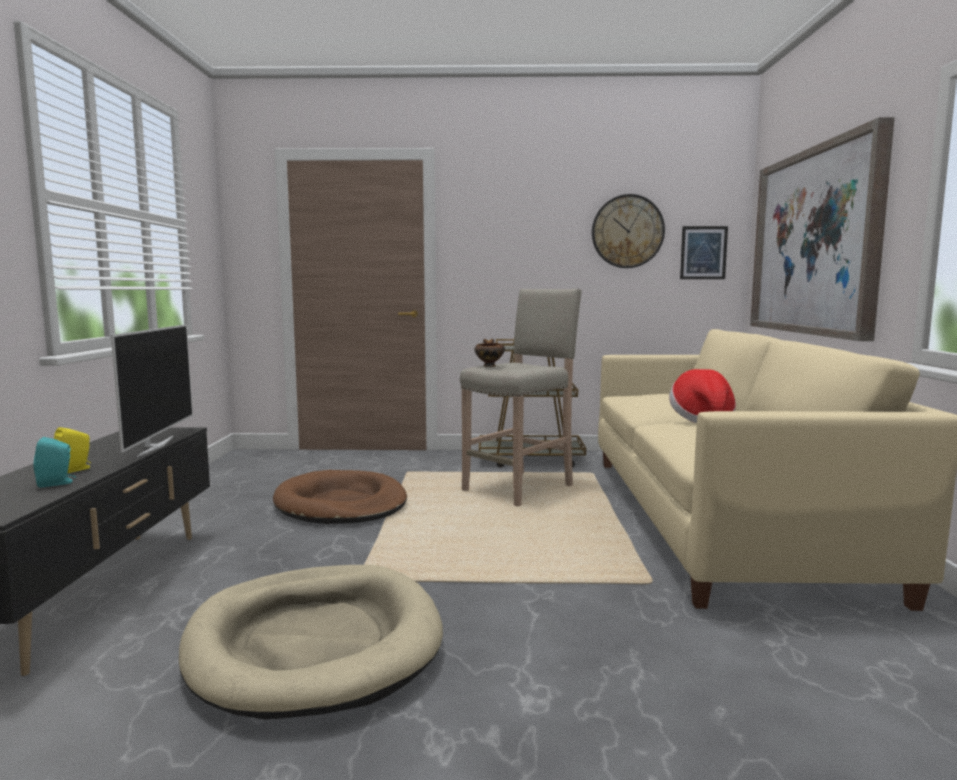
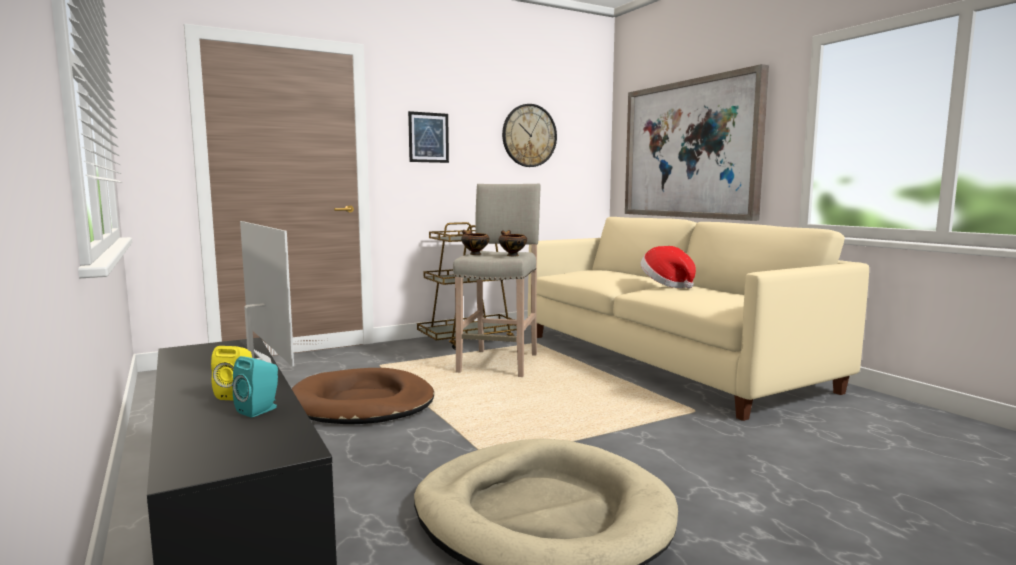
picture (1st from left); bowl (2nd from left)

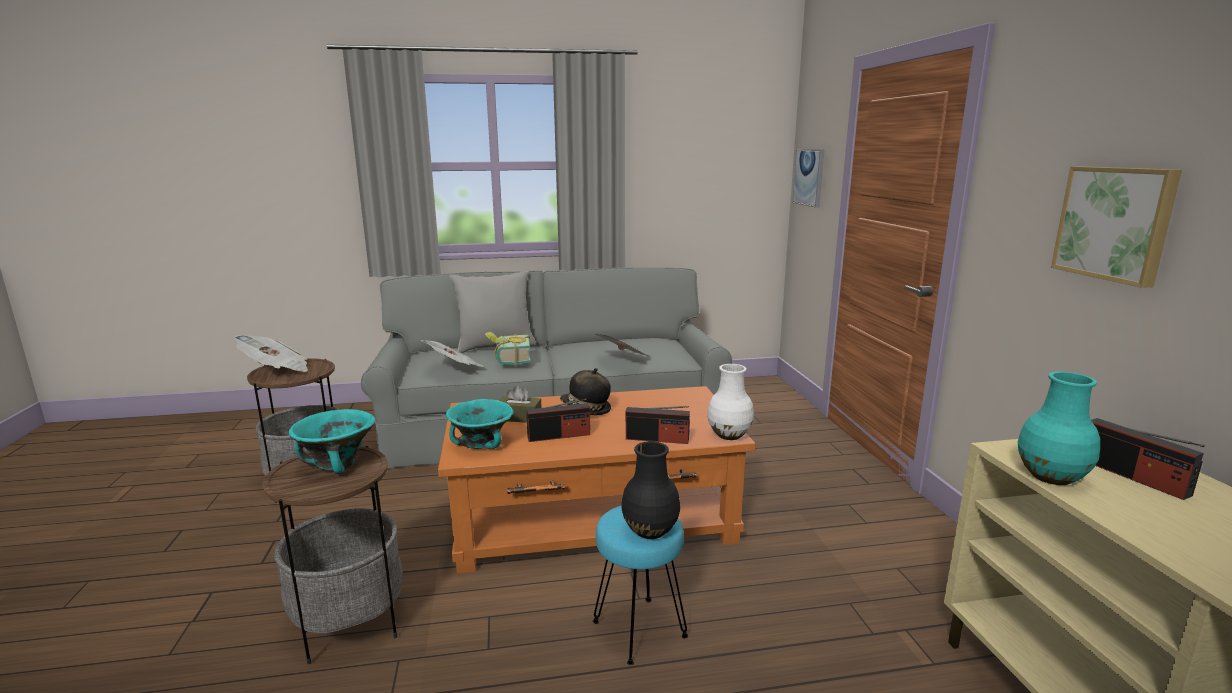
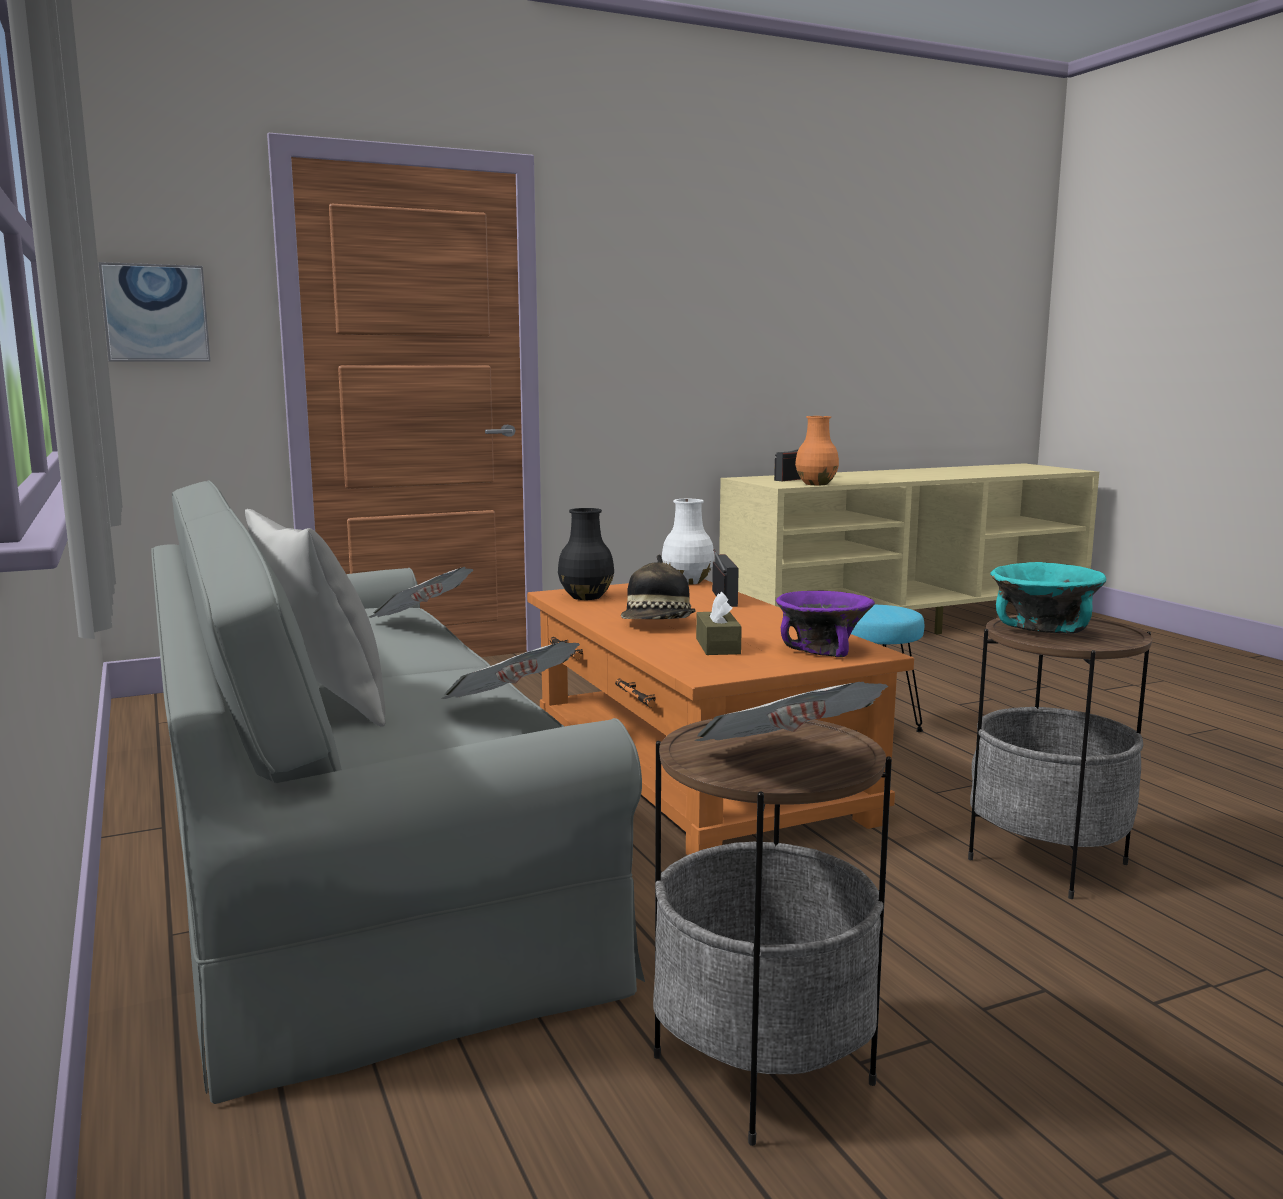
picture (2nd from left in the first image); book; orange vase; purple bowl; radio (1st from left in the first image); black vase

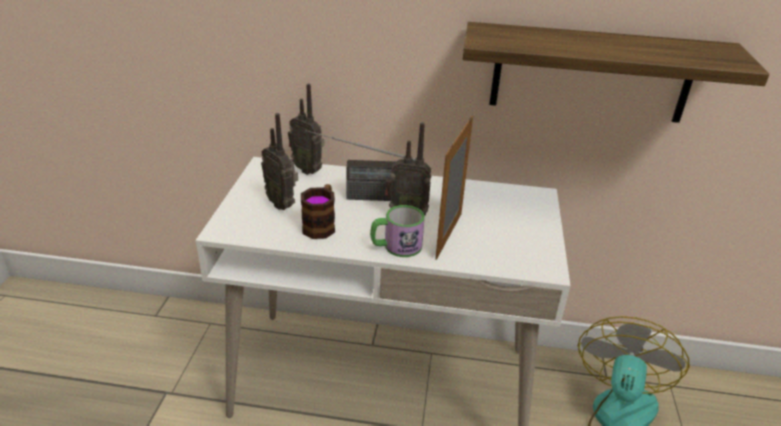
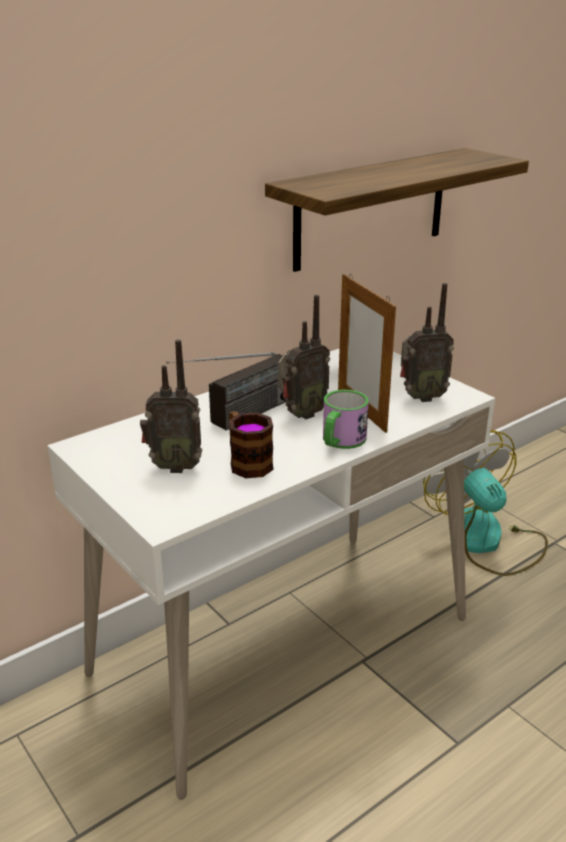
radio (4th from left)

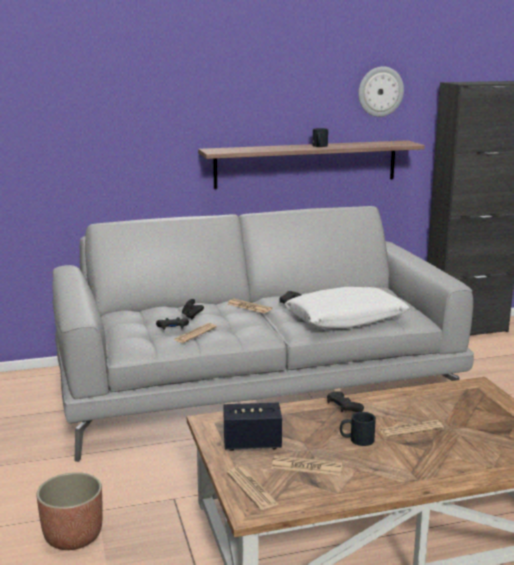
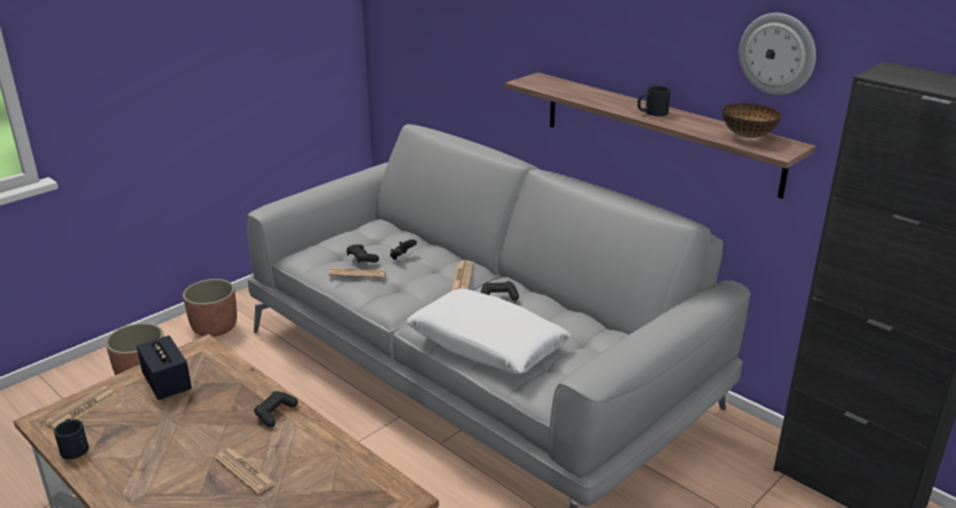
black mug (1st from left); newspaper (4th from left in the first image); bowl; planter (2nd from left)

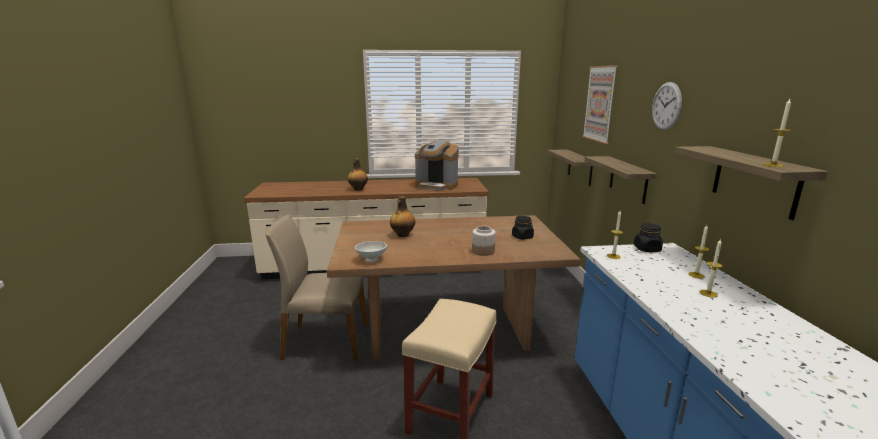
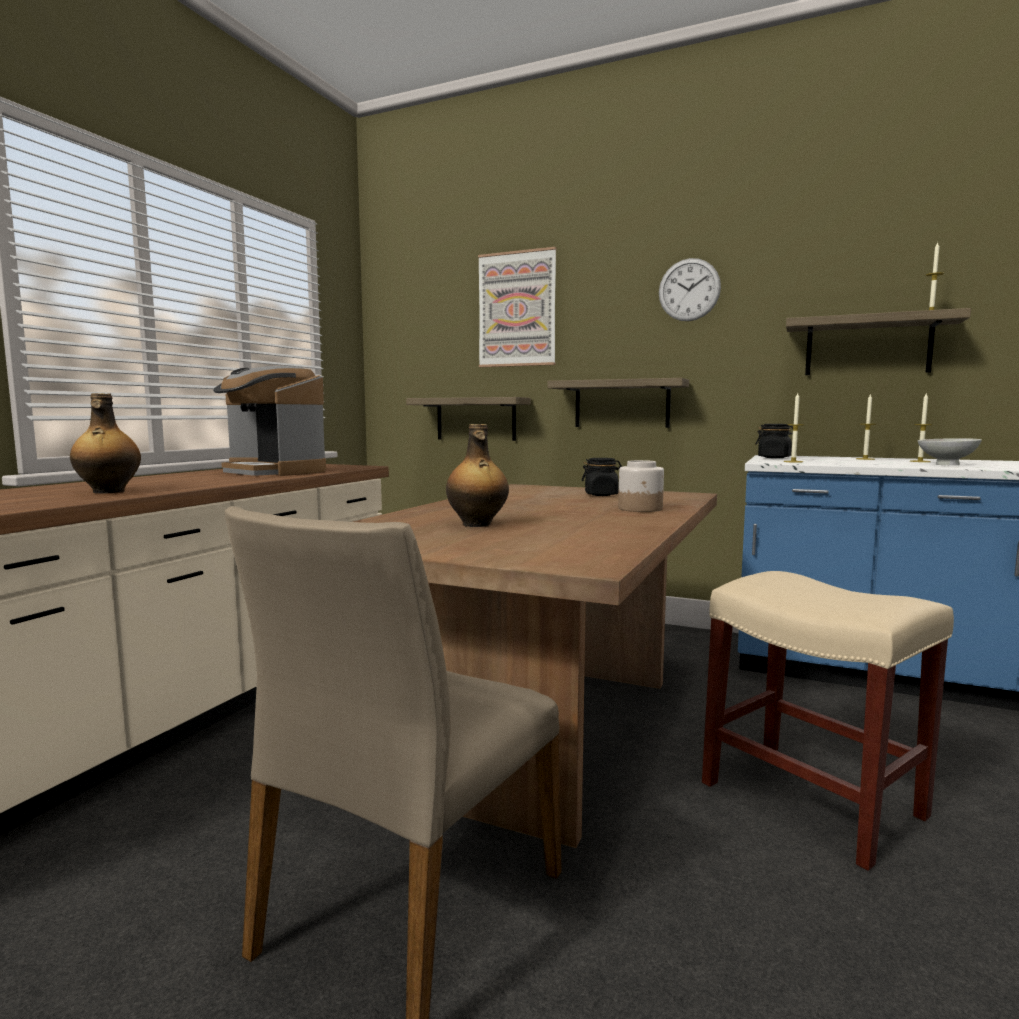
coffee machine; white bowl

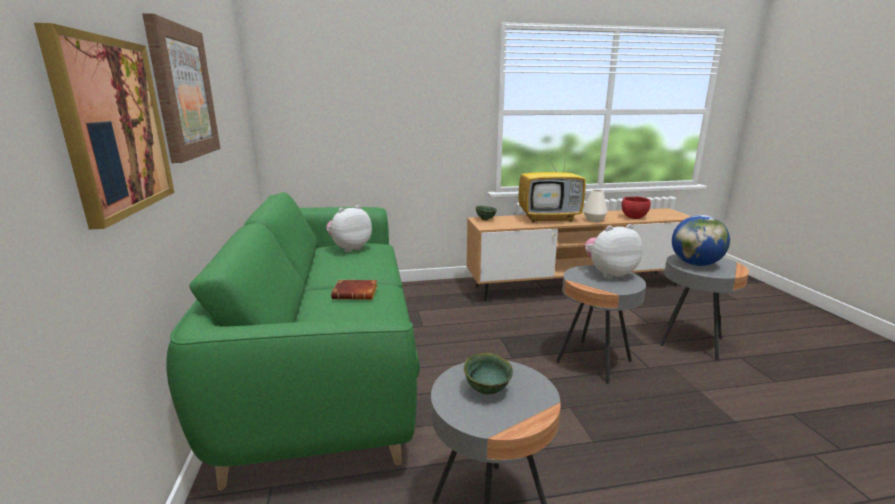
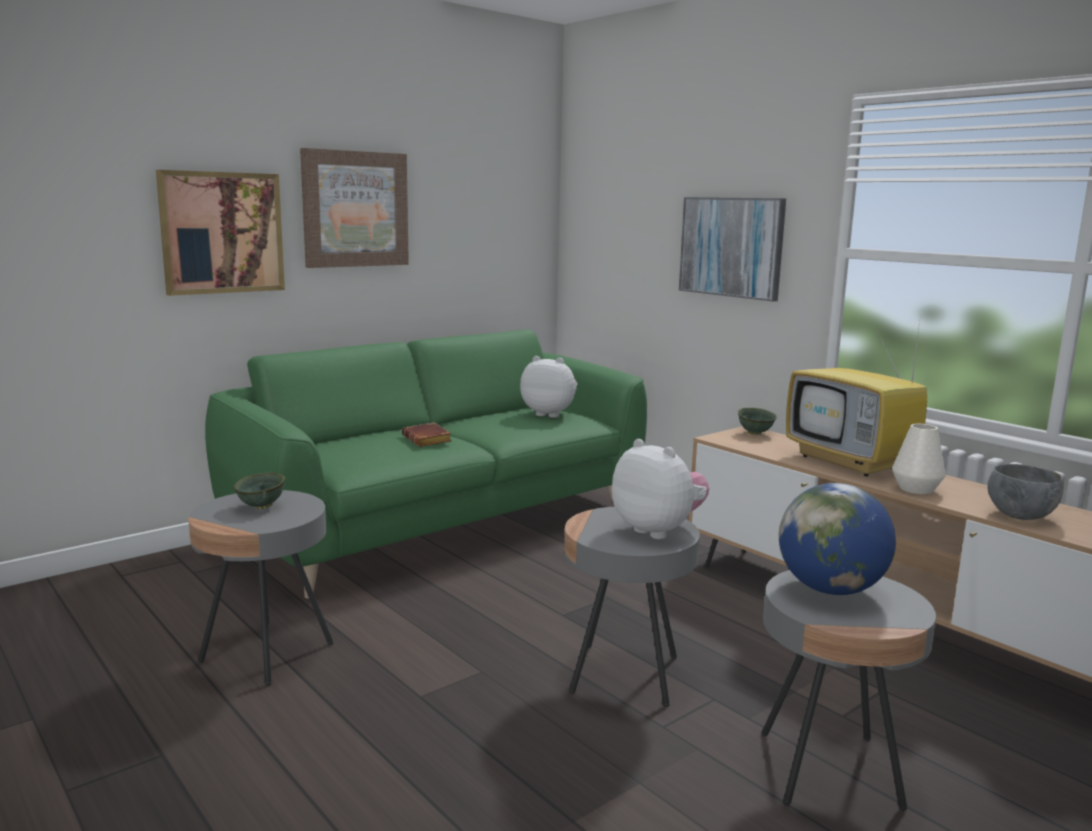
grey bowl; picture (3rd from left)

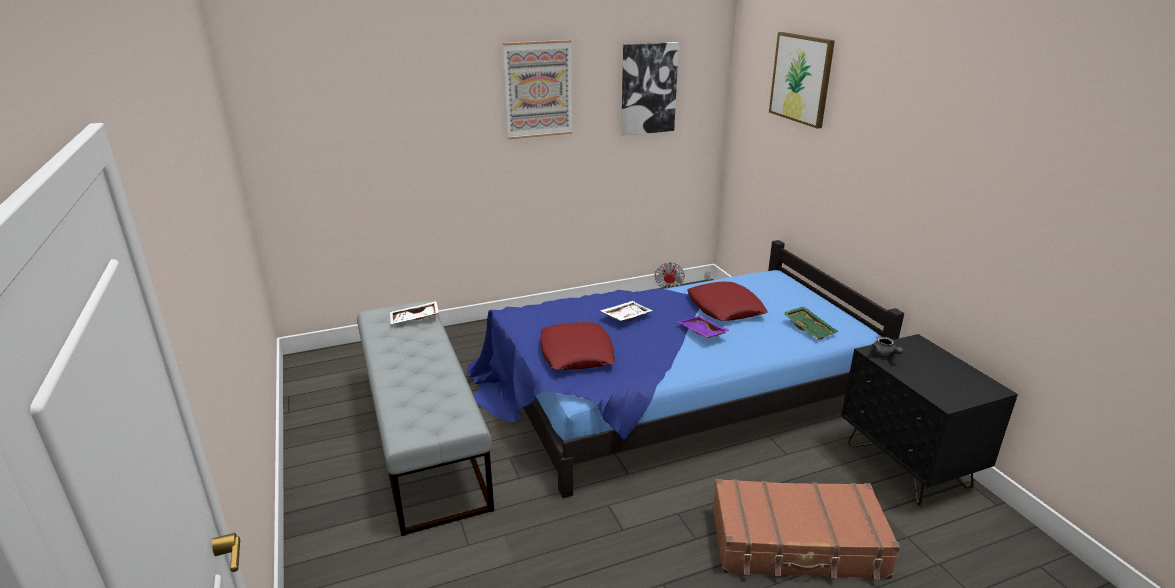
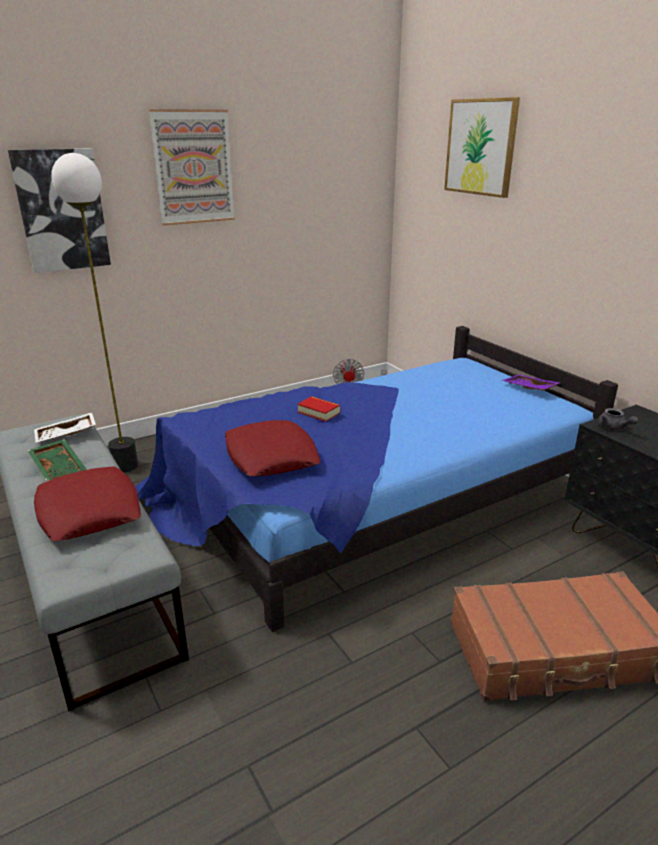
picture (1st from left); red pillow (1st from left); book; green tray; purple tray; floor lamp

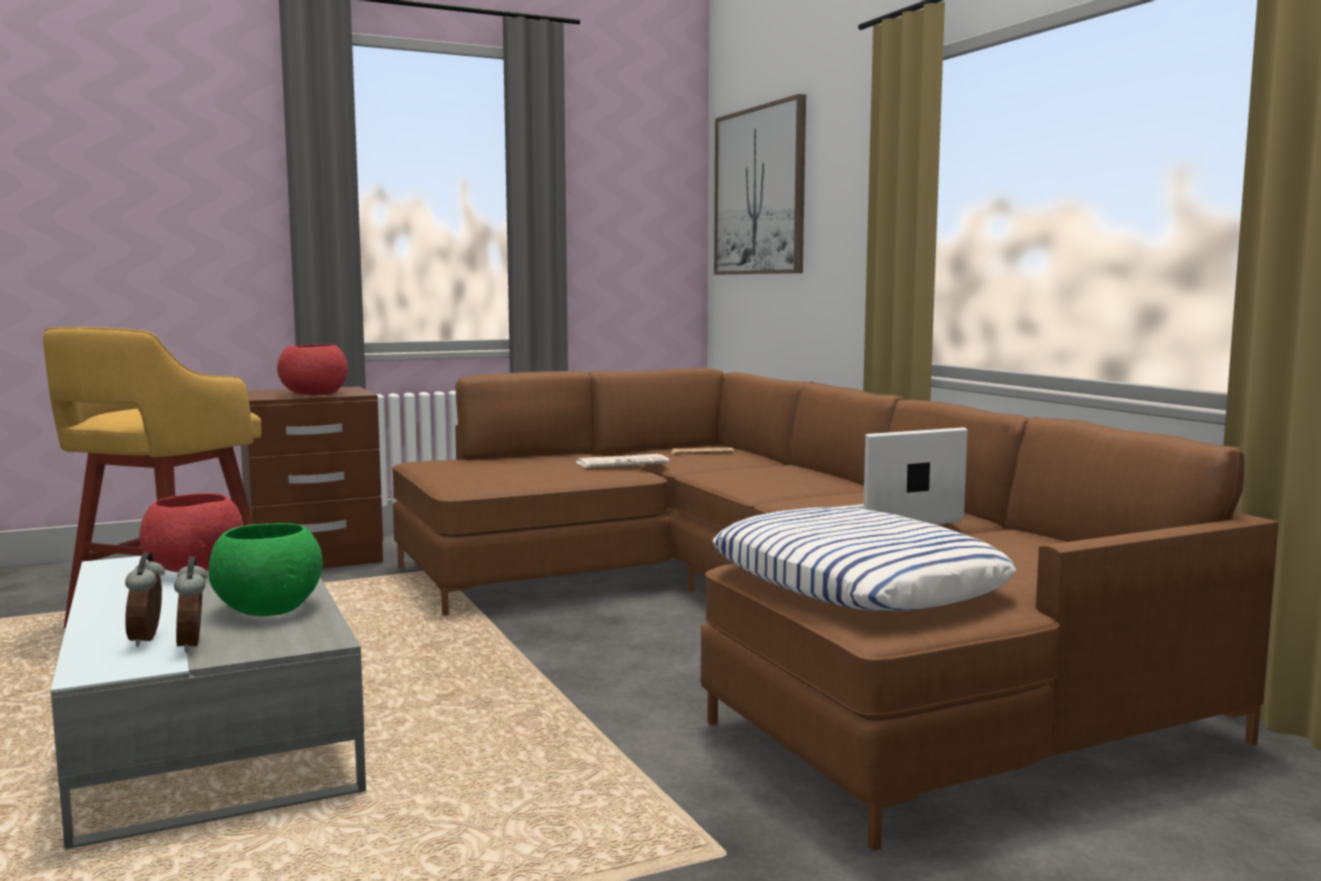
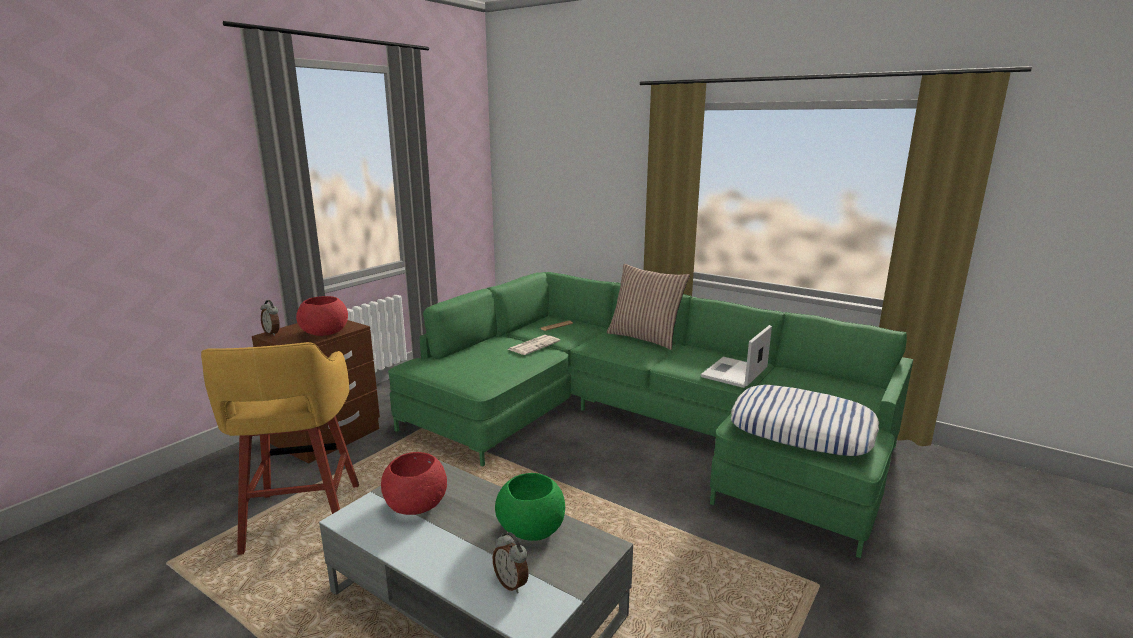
picture; green sofa; alarm clock (1st from left); pillow (1st from left)

